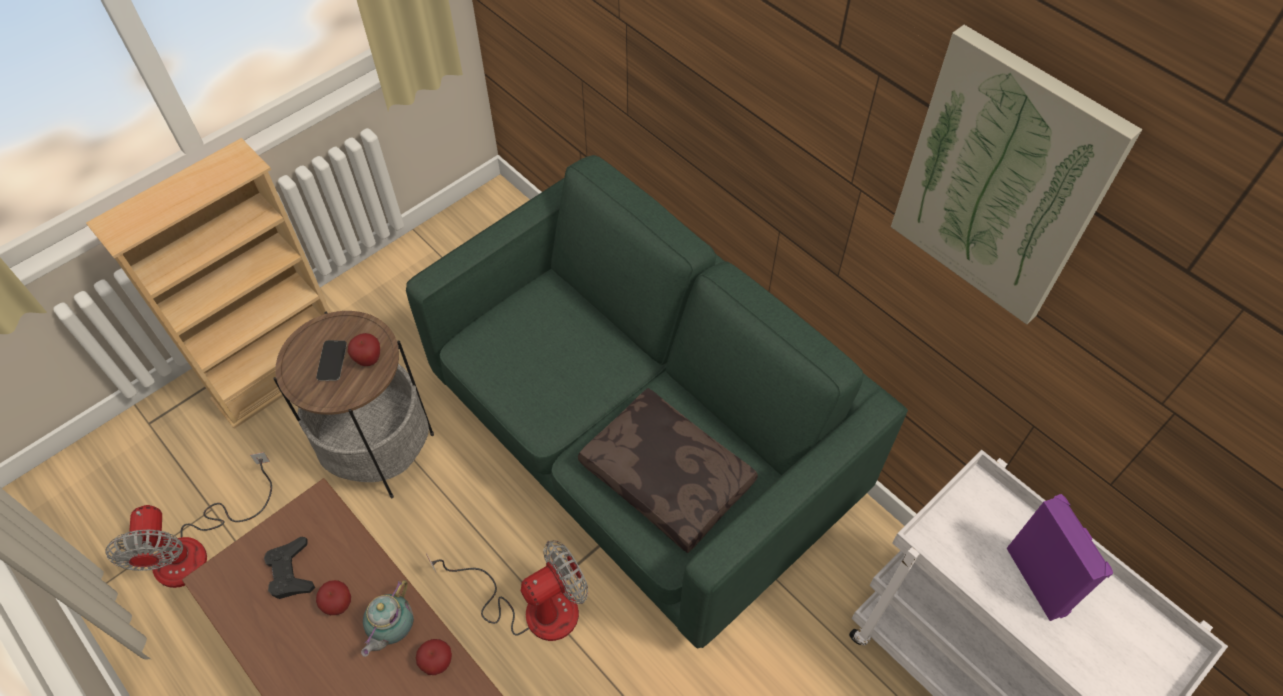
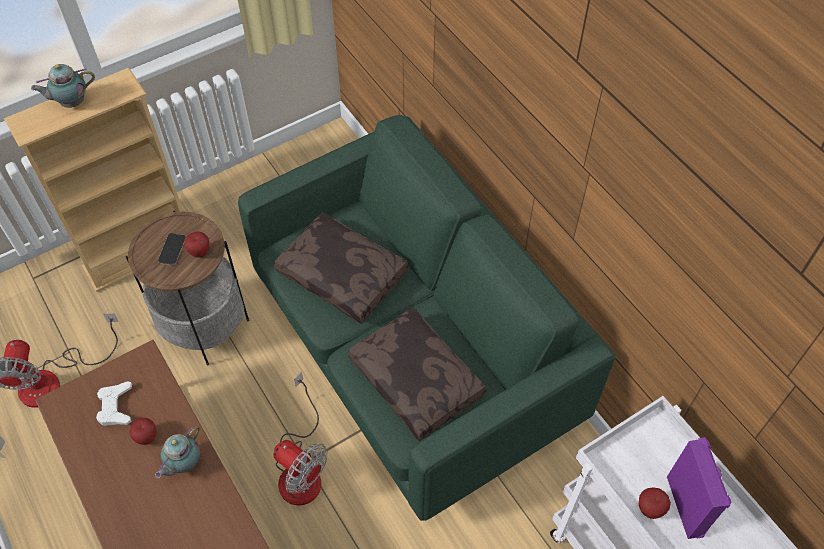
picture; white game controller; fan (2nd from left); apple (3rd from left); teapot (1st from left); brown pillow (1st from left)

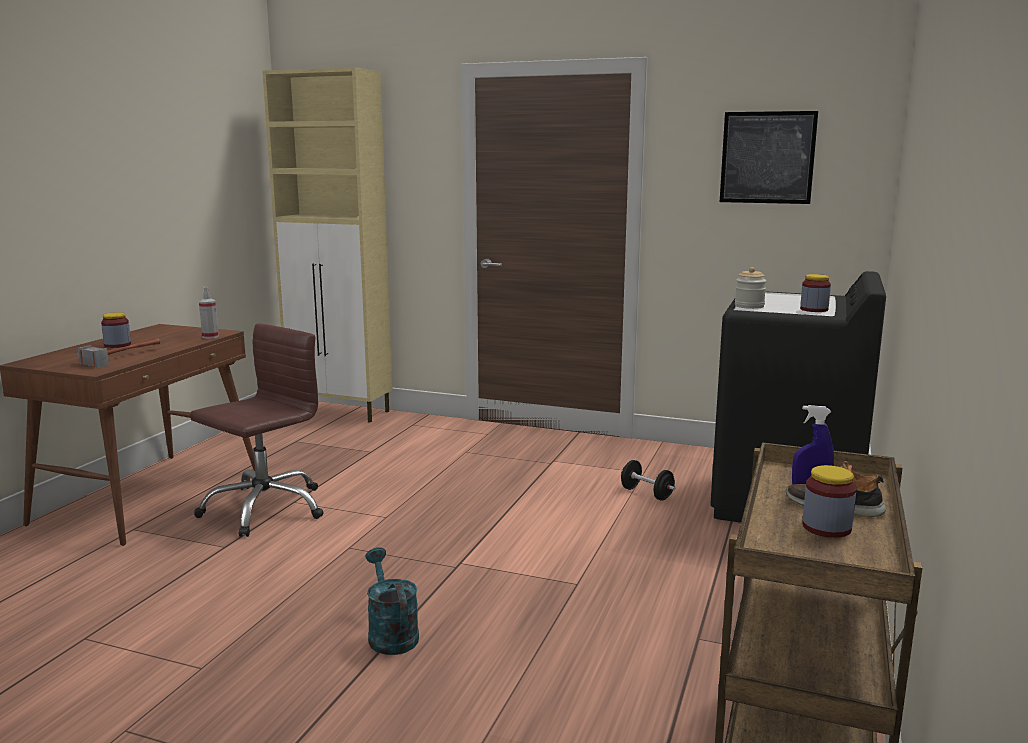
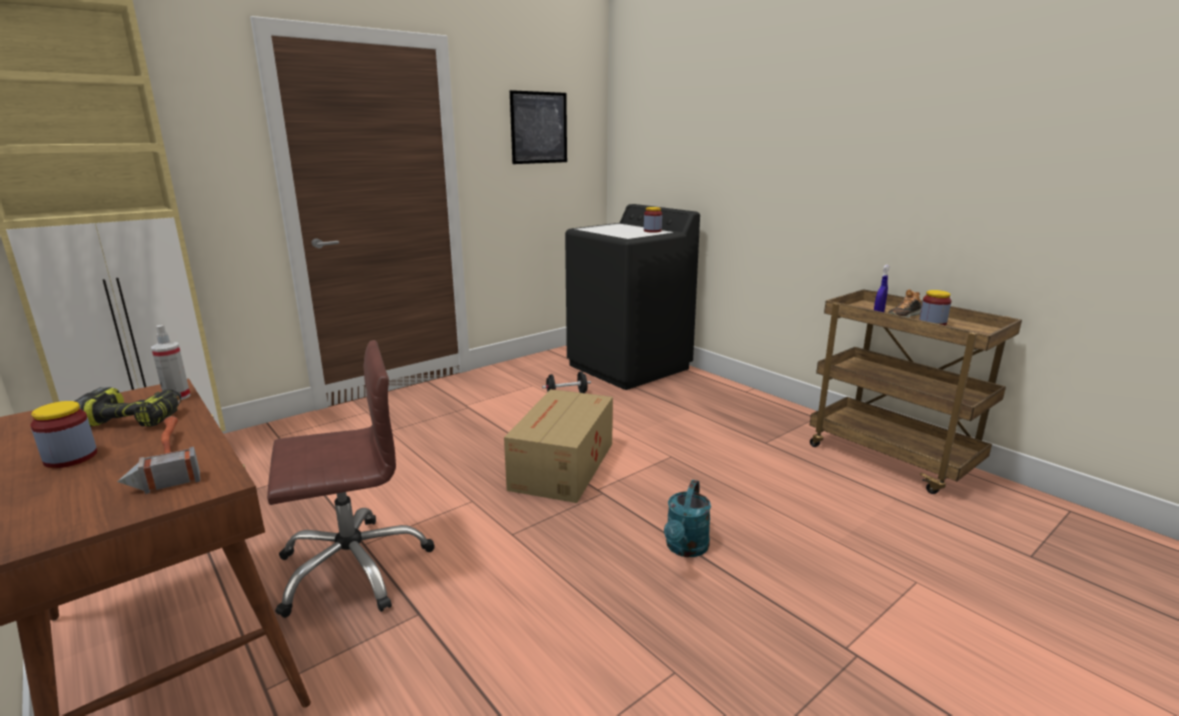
jar (2nd from left in the first image); brown office chair; turquoise watering can; power drill; cardboard box

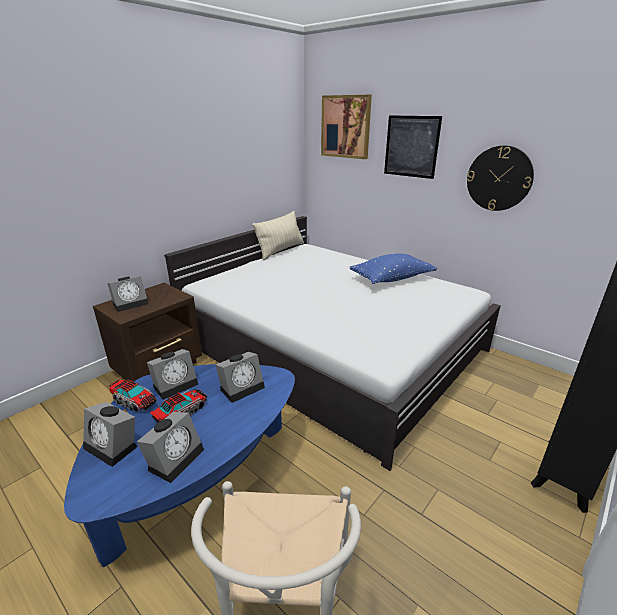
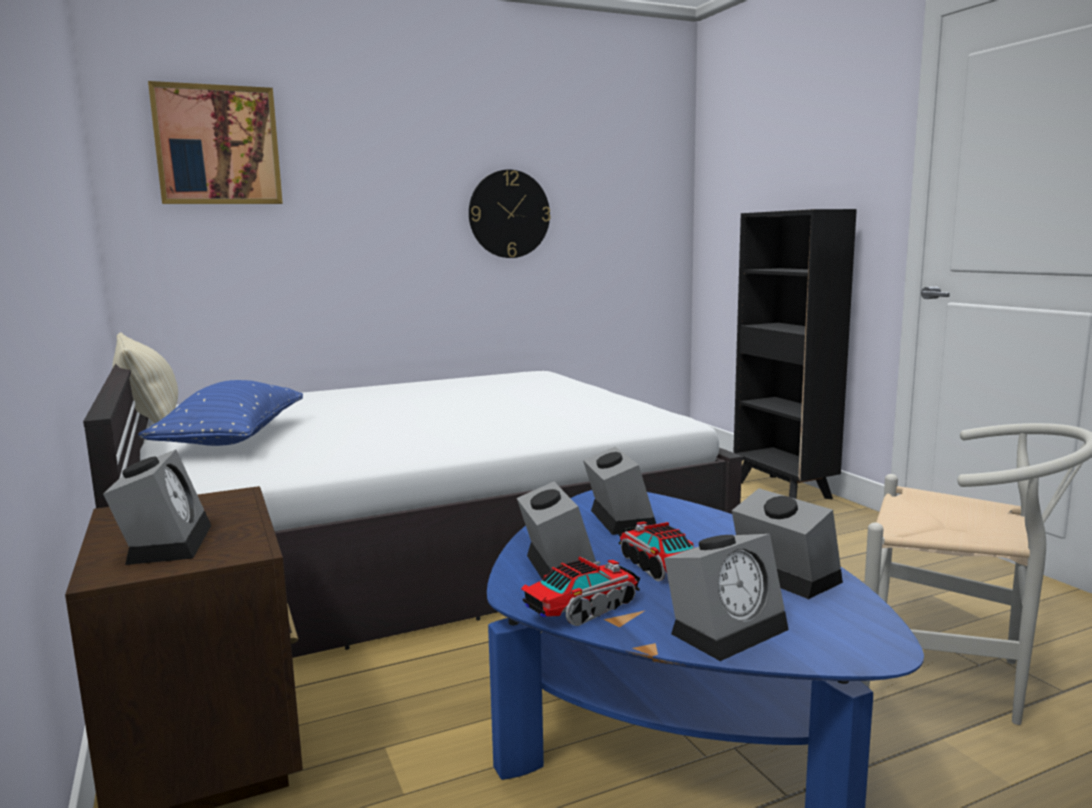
picture (2nd from left in the first image); blue pillow

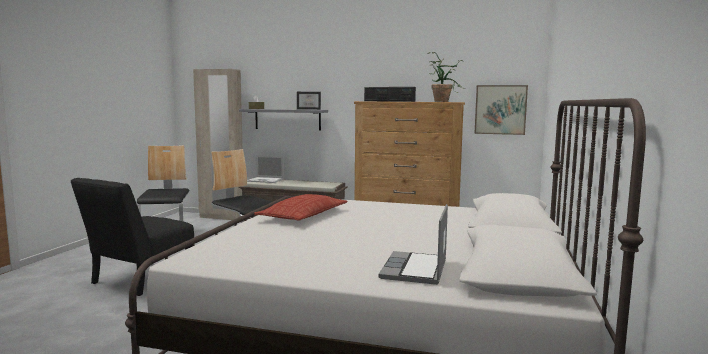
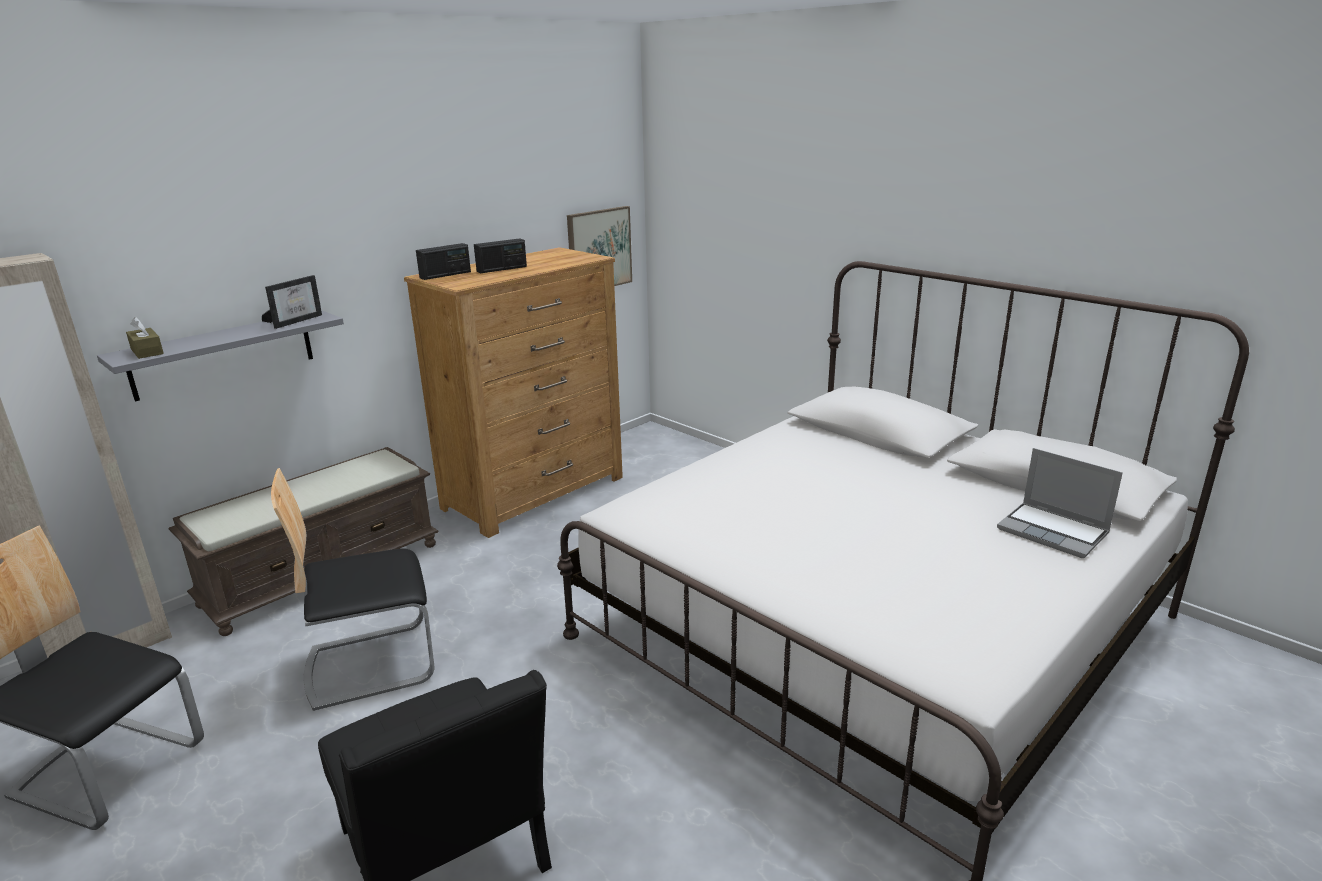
potted plant; laptop (1st from left in the first image); pillow

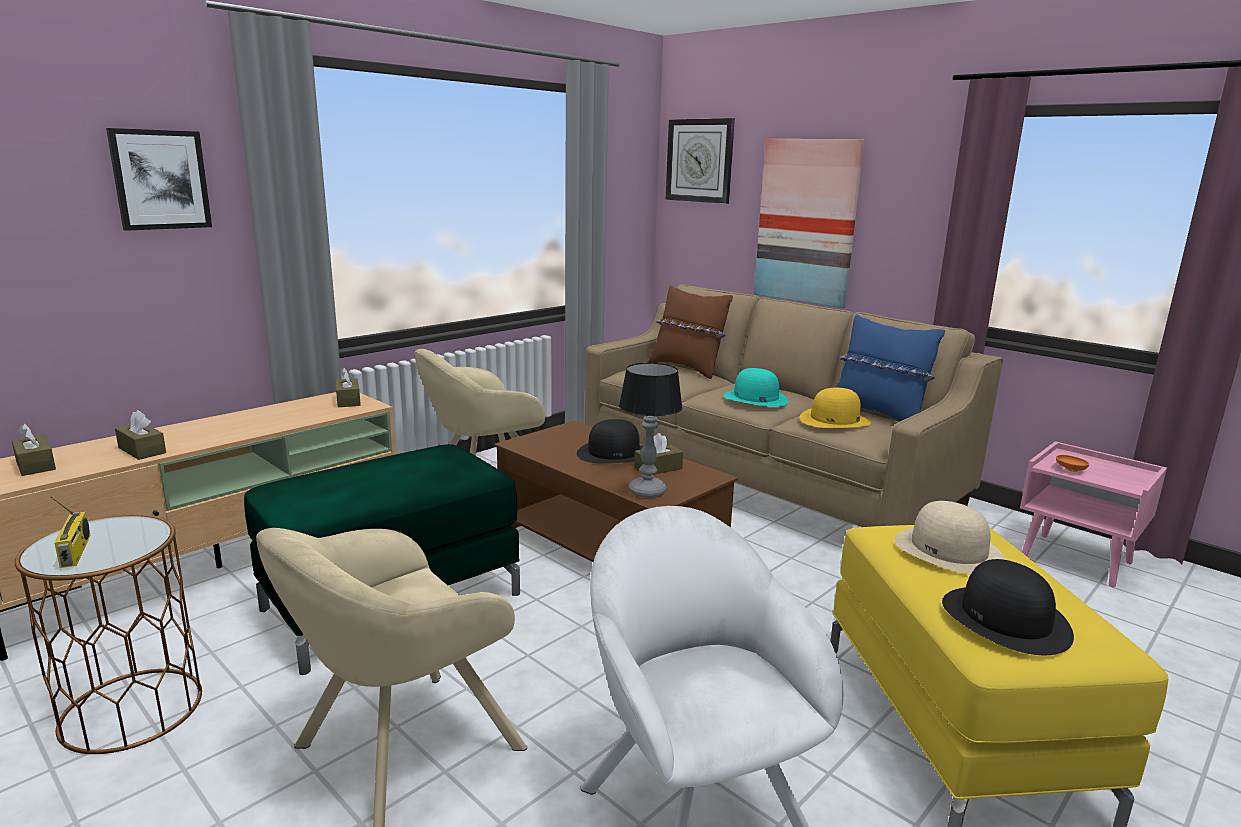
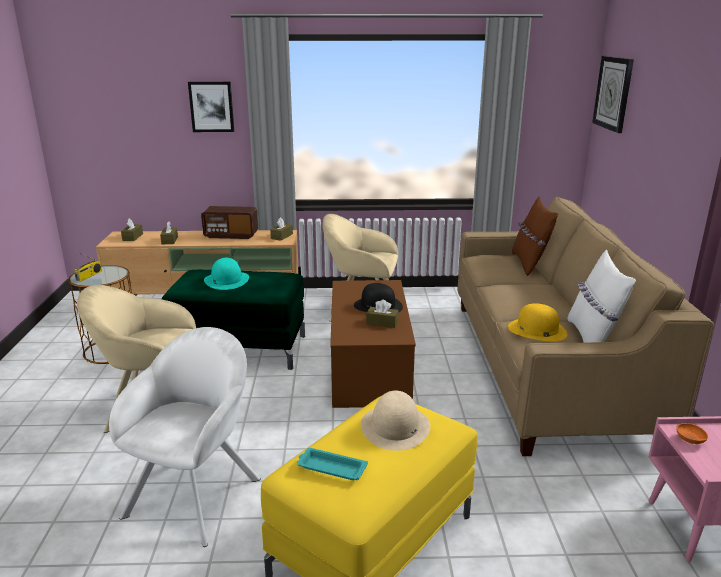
picture (2nd from left in the first image); white pillow; table lamp; turquoise hat; turquoise tray; radio (2nd from left)

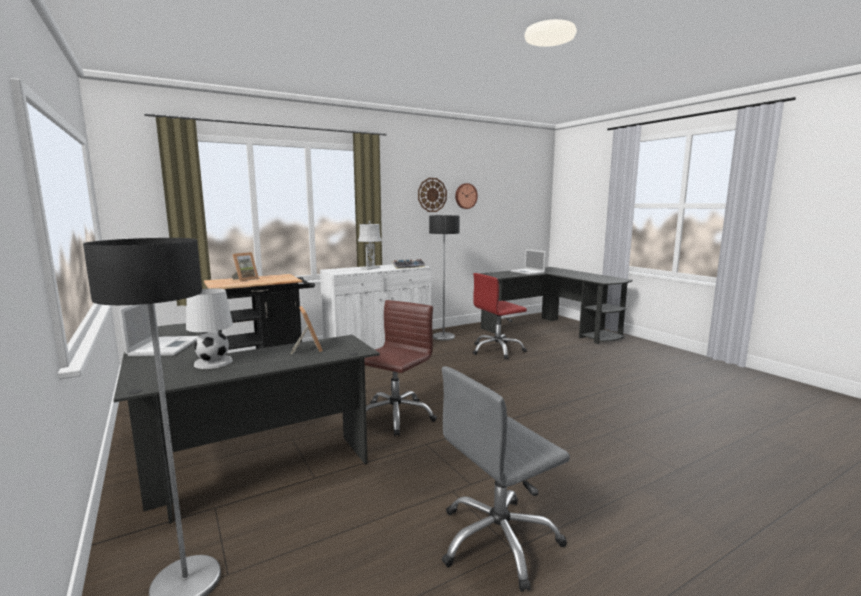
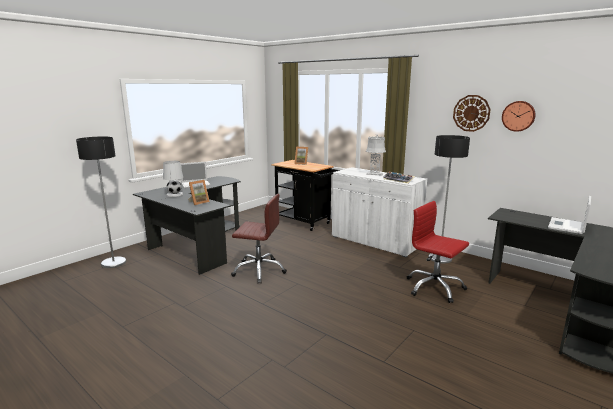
grey office chair

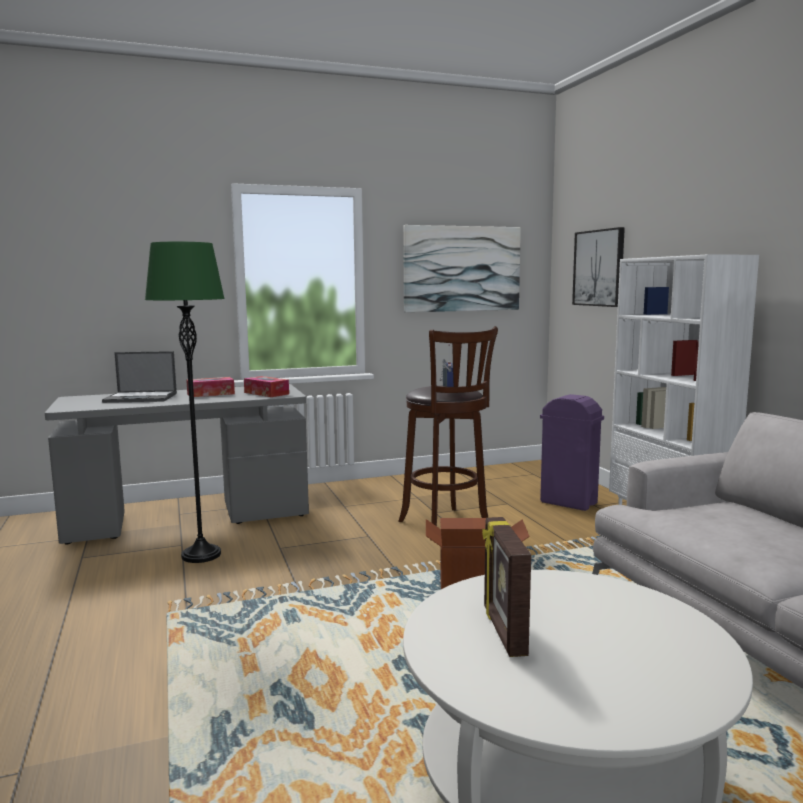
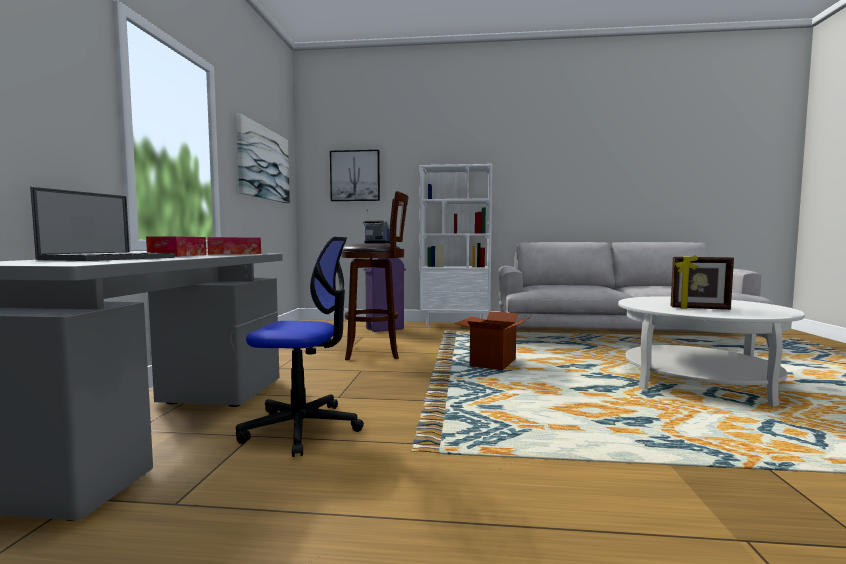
office chair

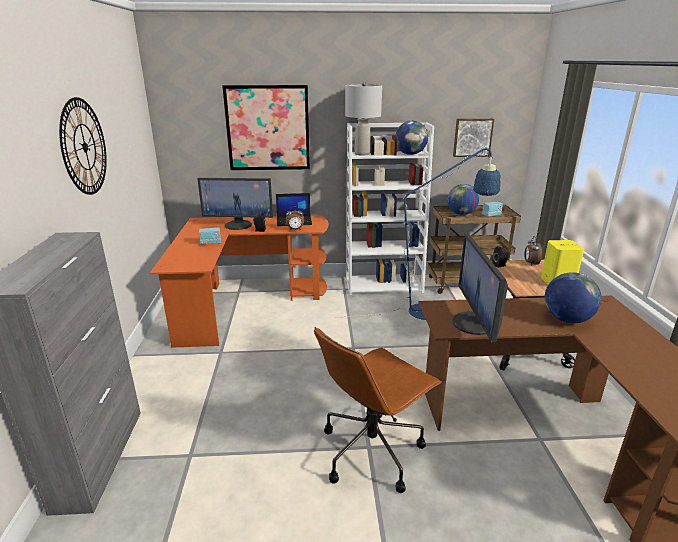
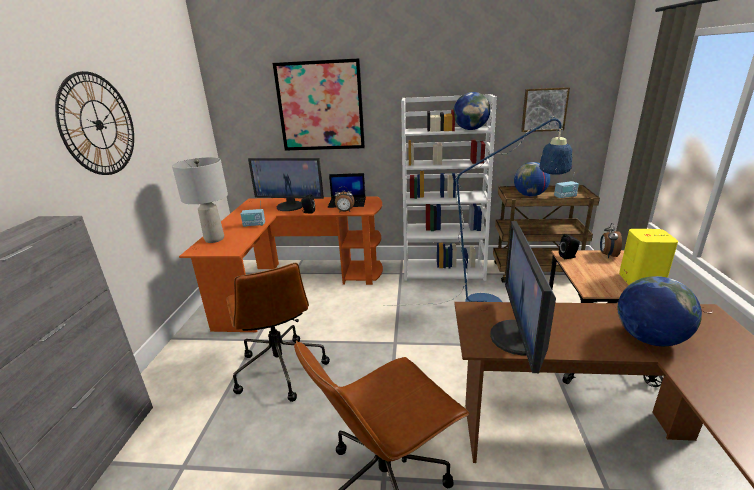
grey table lamp; brown office chair (1st from left)

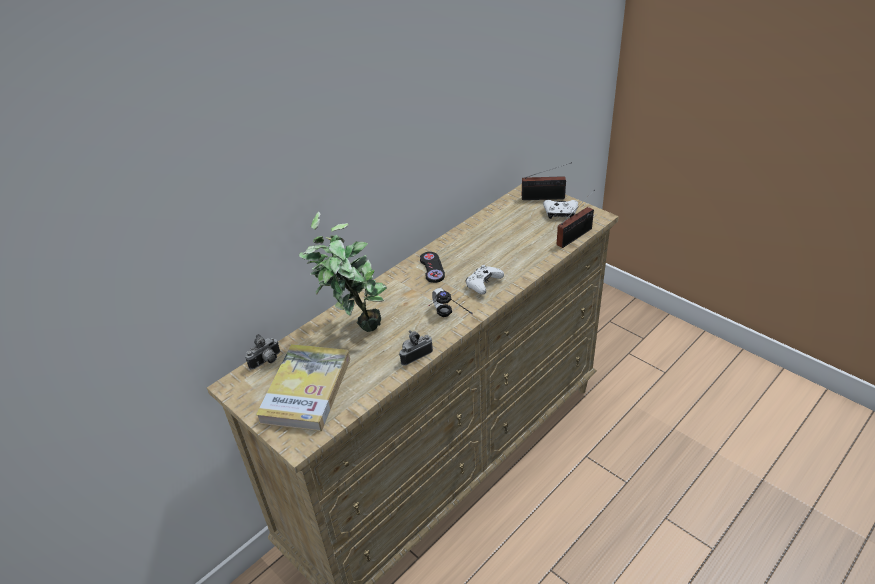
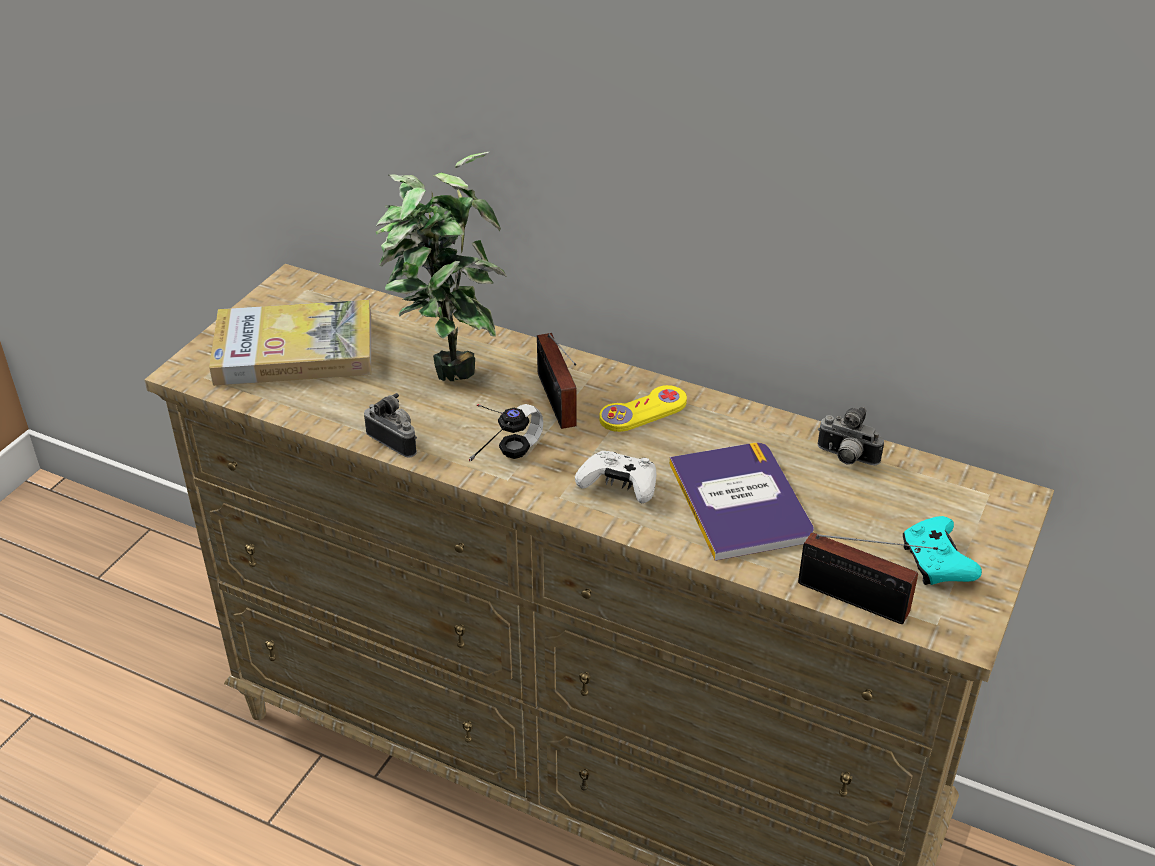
radio (1st from left); turquoise game controller; yellow game controller; photo camera (2nd from left); book (2nd from left)

